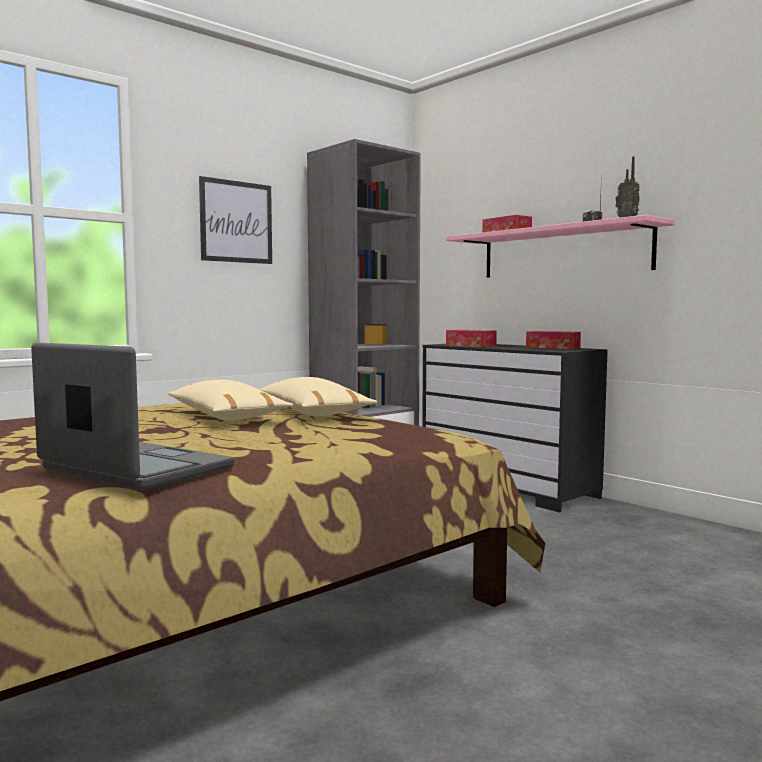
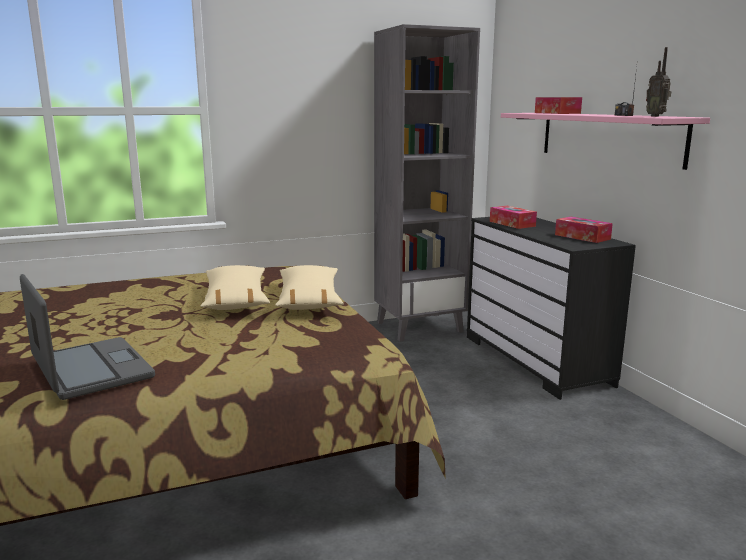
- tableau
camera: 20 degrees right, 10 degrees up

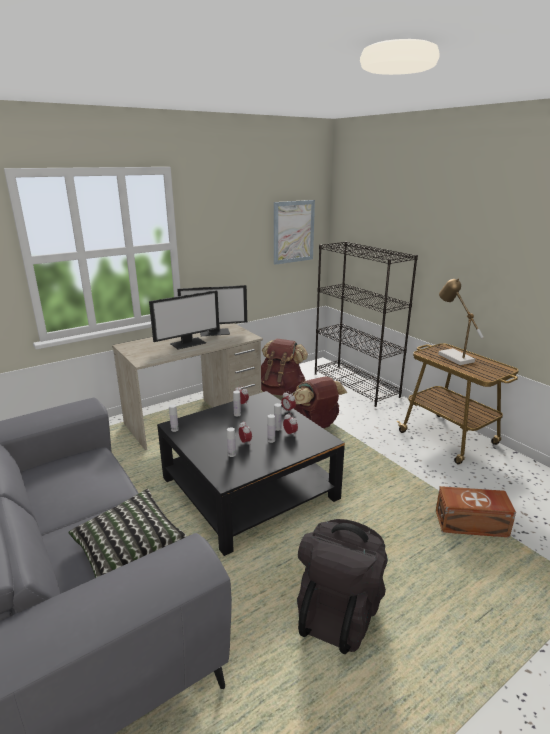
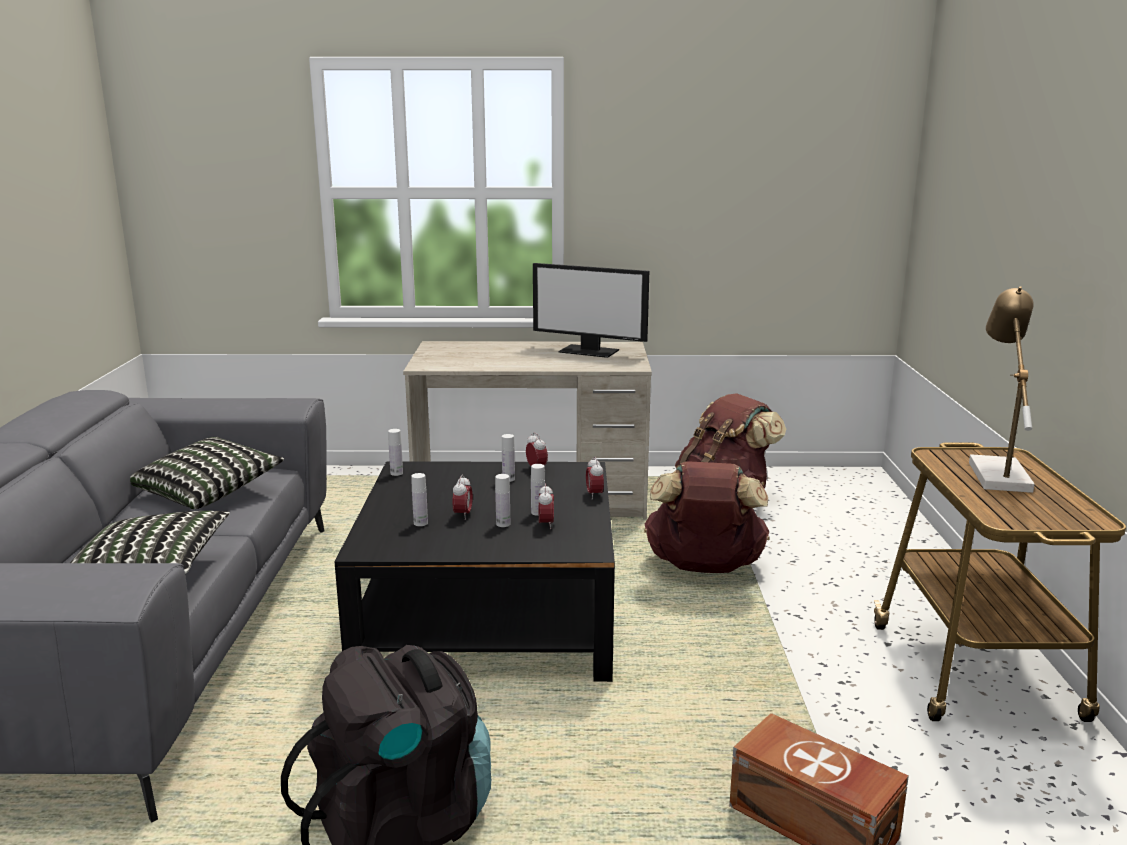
- tableau
- bibliothèque/noir
- écran d'ordinateur (no. 1 from left)
+ coussin (no. 2 from left)
camera: 35 degrees right, 5 degrees down

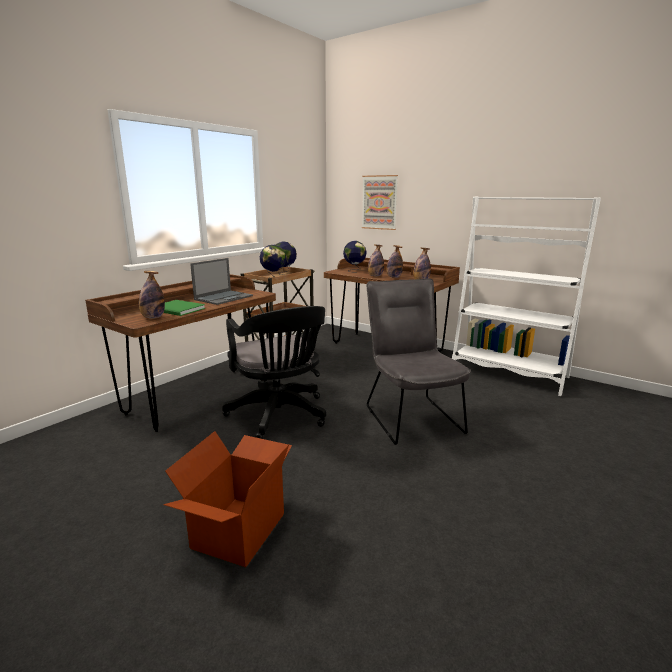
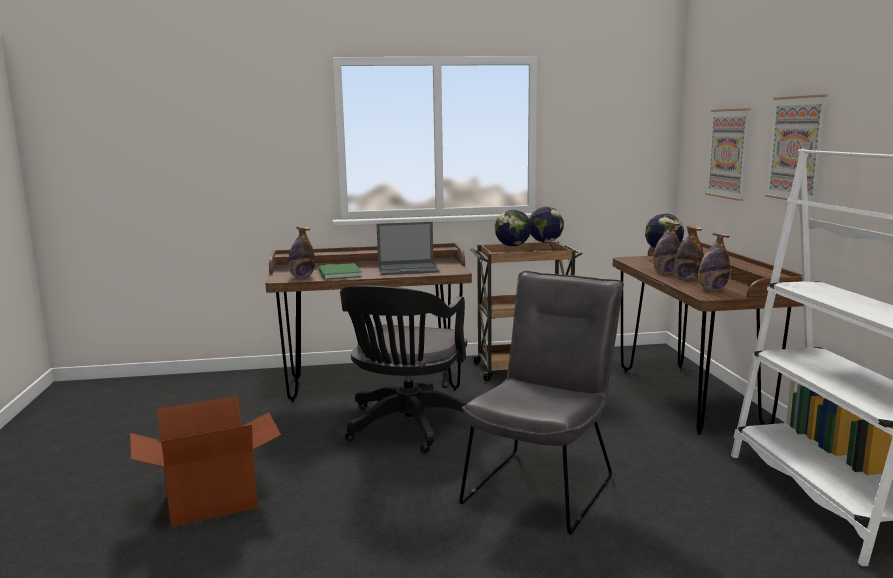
+ tableau (no. 2 from left)
camera: 45 degrees right, 5 degrees down

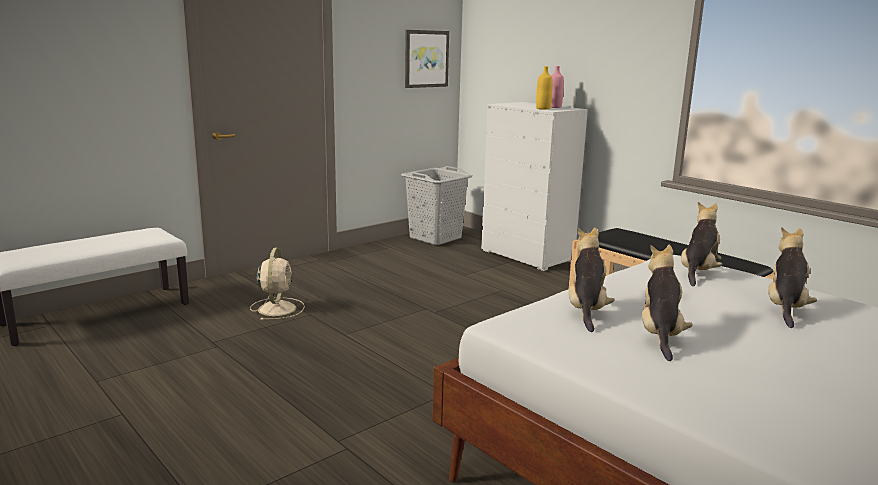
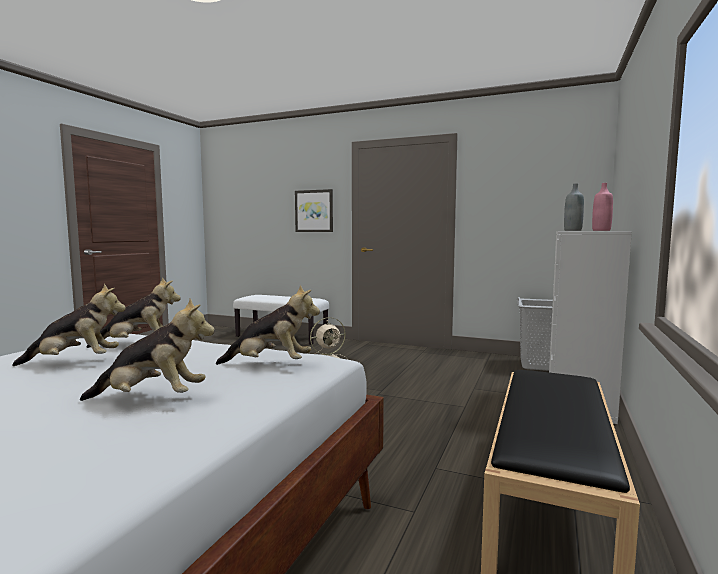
~ tableau
~ bouteille/jaune to bouteille/gris
camera: 65 degrees right, 10 degrees down

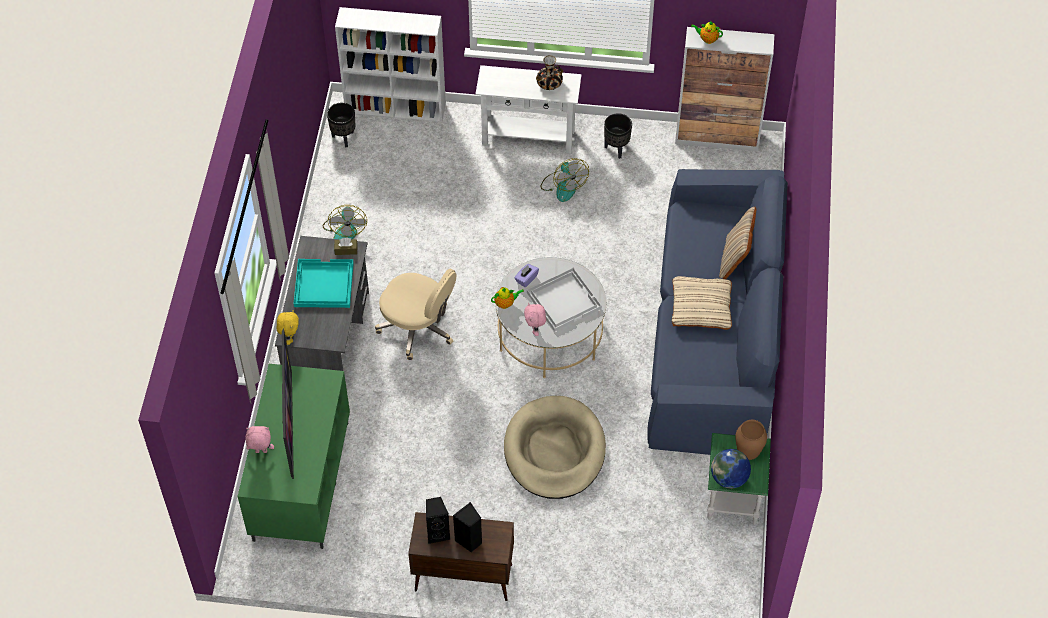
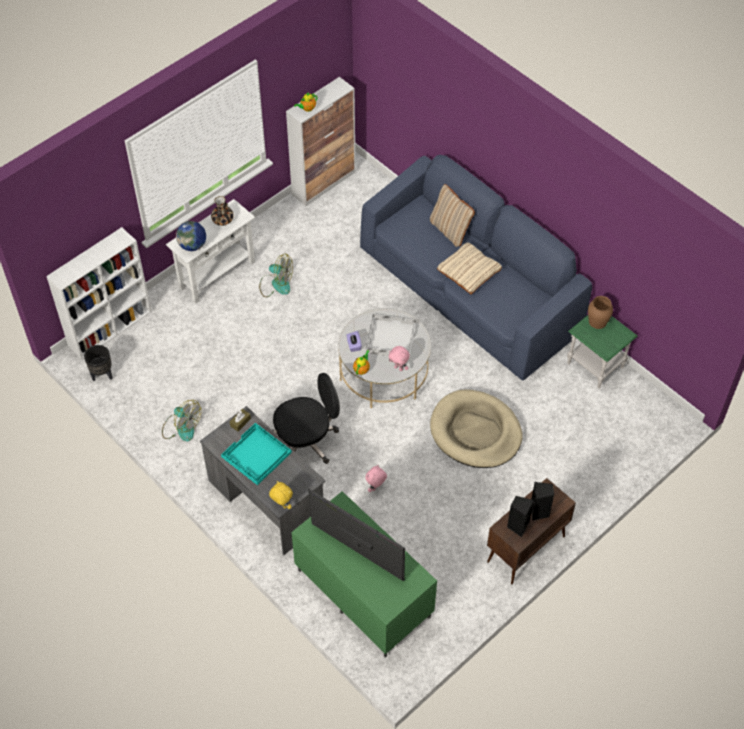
- cache-pot/noir (no. 2 from left)
~ chaise de bureau/beige to chaise de bureau/noir
~ peluche/rose (no. 1 from left)
~ globe
camera: 50 degrees left, 0 degrees up

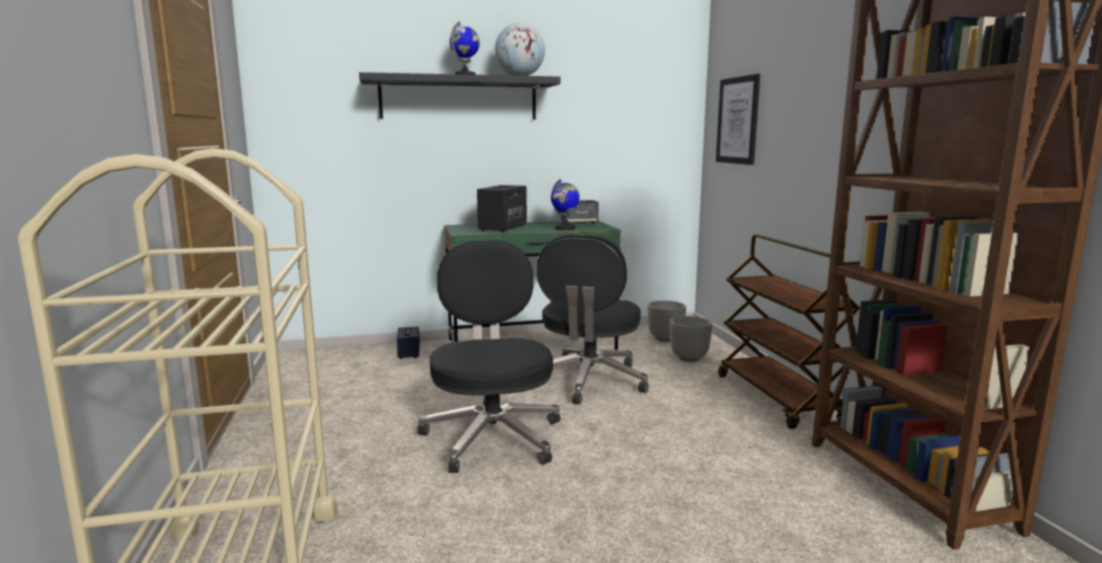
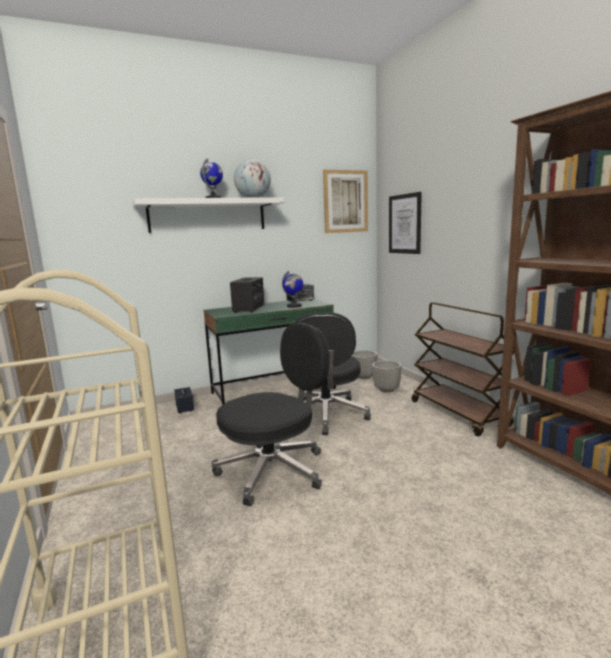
~ étagère/noir to étagère/blanc
~ chaise de bureau/noir (no. 1 from left) 75 degrees clockwise
+ tableau (no. 1 from left)
camera: 10 degrees left, 0 degrees up

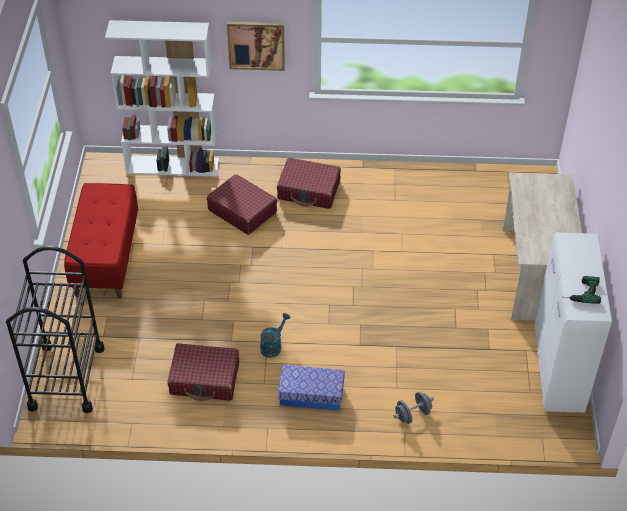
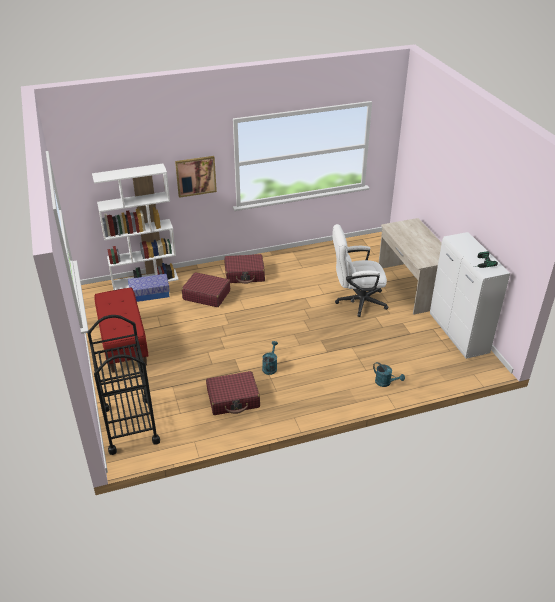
~ boîte de rangement
~ haltère/gris to arrosoir/turquoise (no. 2 from left)
+ chaise de bureau/blanc
camera: 20 degrees left, 10 degrees down

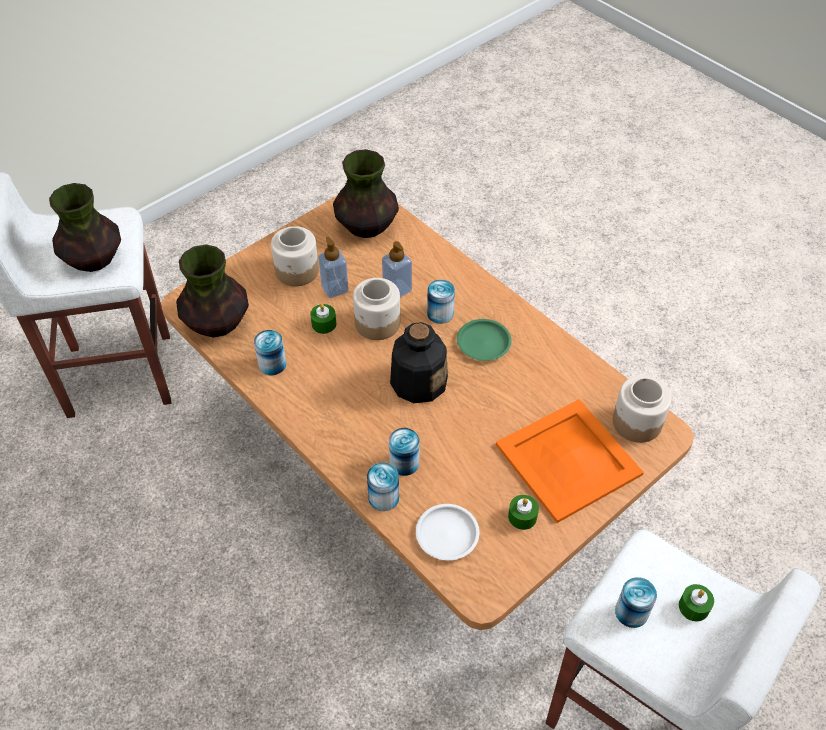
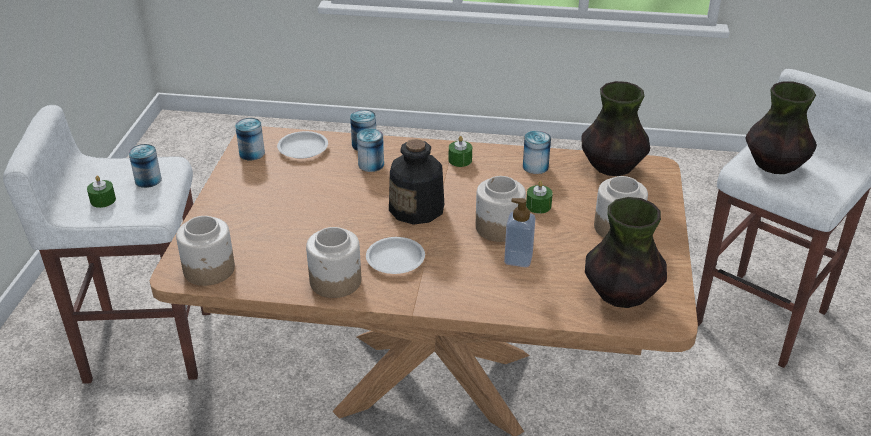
- distributeur de savon (no. 1 from left)
~ boîte métallique (no. 4 from left in the first image) to boîte métallique (no. 2 from left)
~ assiette/vert to assiette/blanc (no. 2 from left)
- plateau/orange
~ bougie/vert (no. 2 from left)
+ bocal (no. 2 from left)
camera: 140 degrees right, 15 degrees down

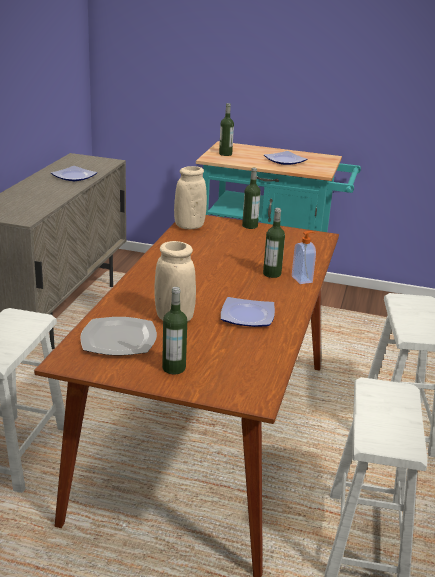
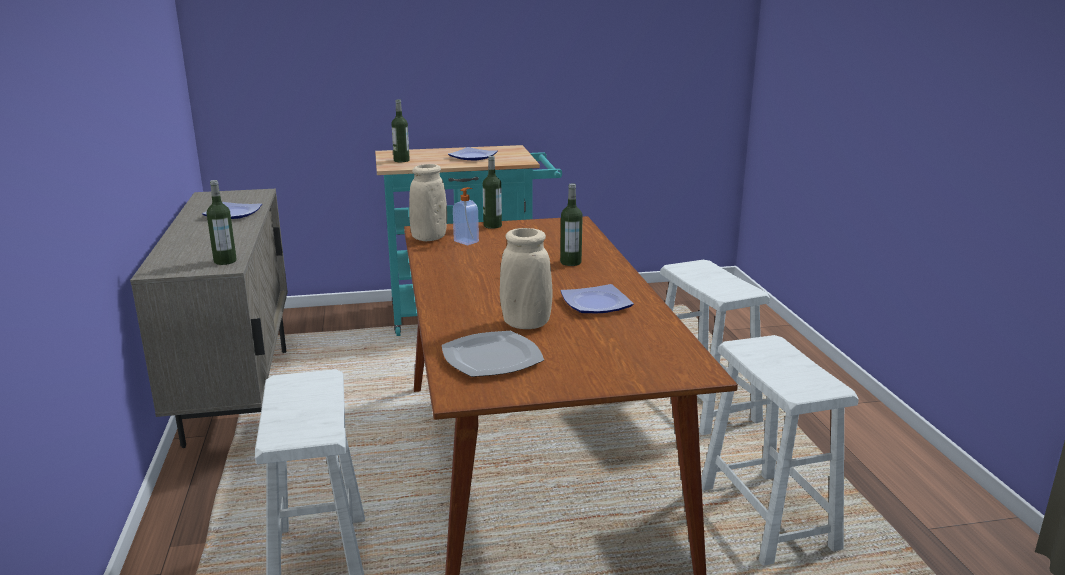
~ distributeur de savon
~ bouteille (no. 1 from left)
camera: 25 degrees left, 5 degrees down

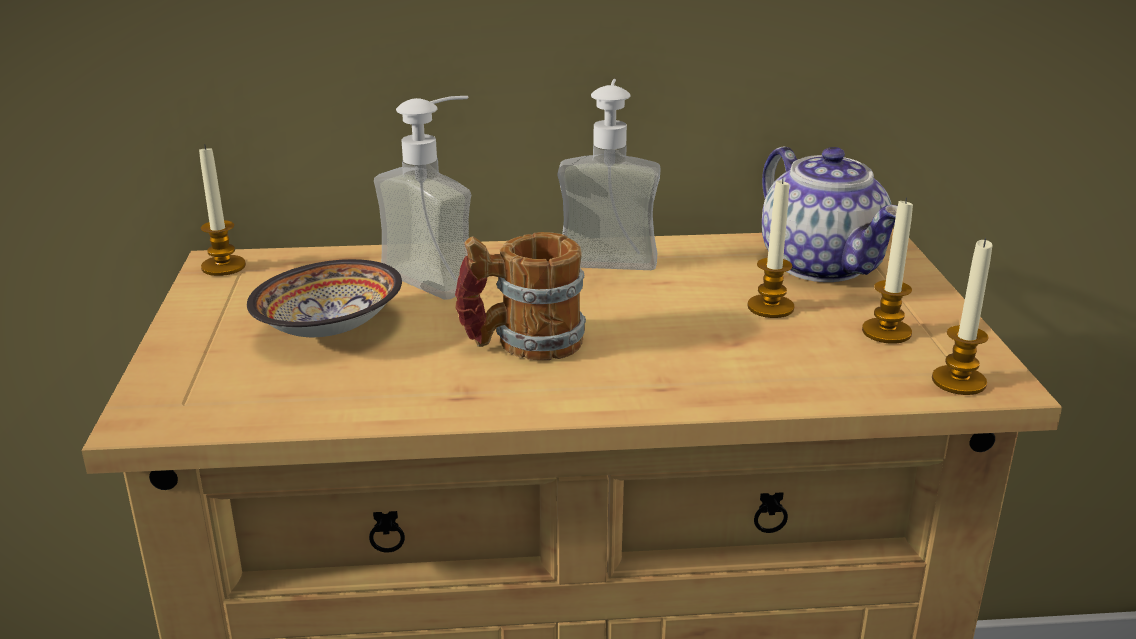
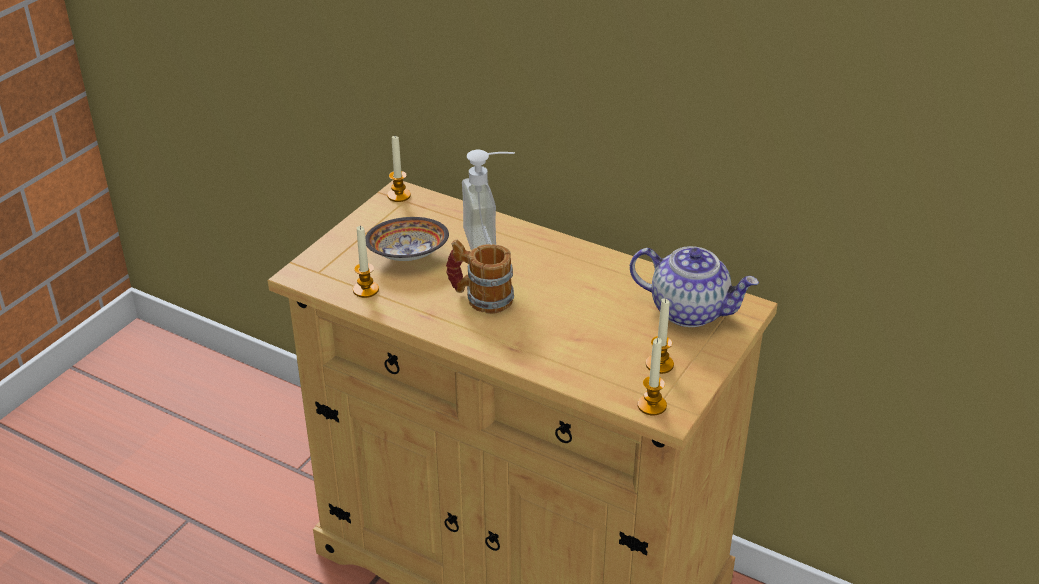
- distributeur de savon (no. 2 from left)
~ théière 75 degrees counterclockwise
~ bougie (no. 2 from left in the first image) to bougie (no. 1 from left)
camera: 35 degrees right, 10 degrees up

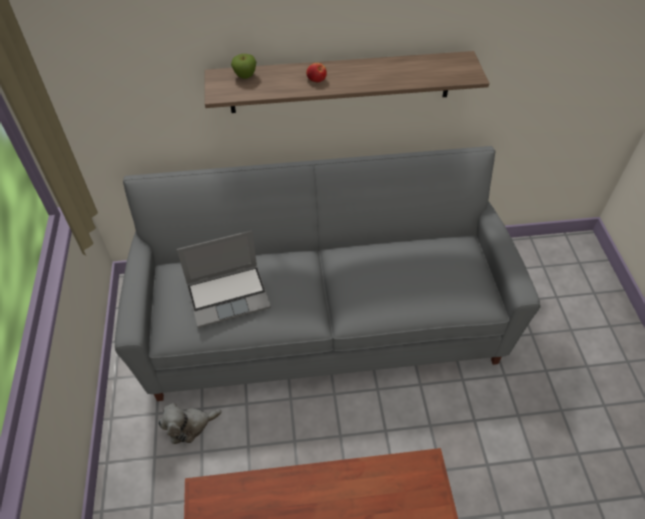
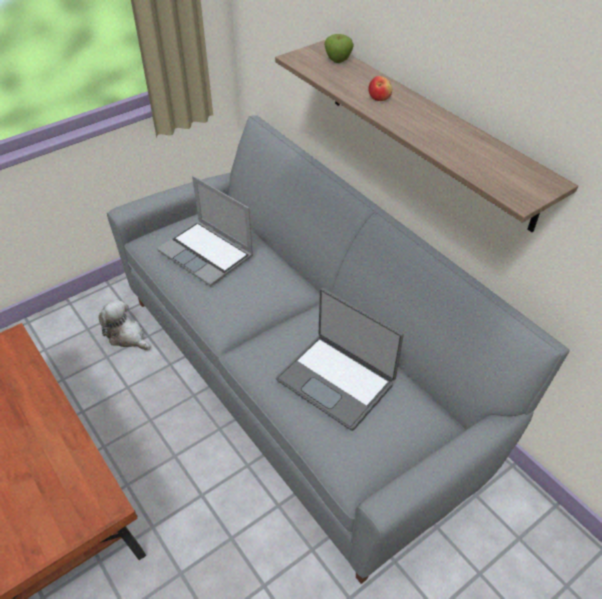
+ ordinateur portable (no. 2 from left)
camera: 60 degrees right, 5 degrees down

